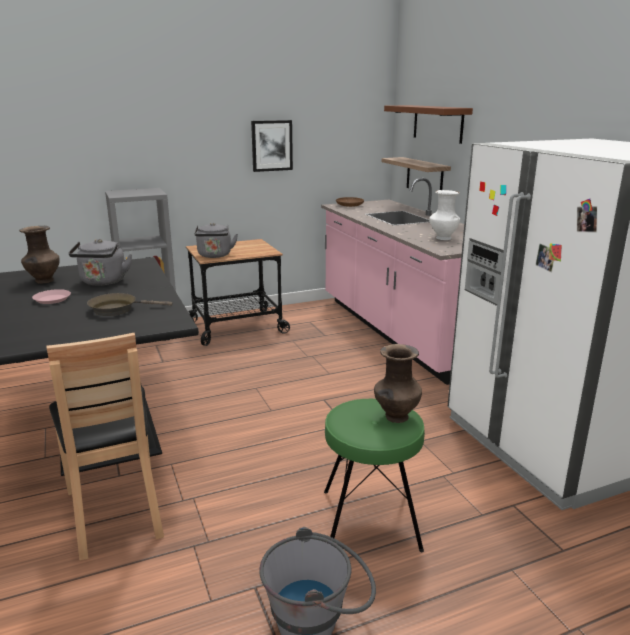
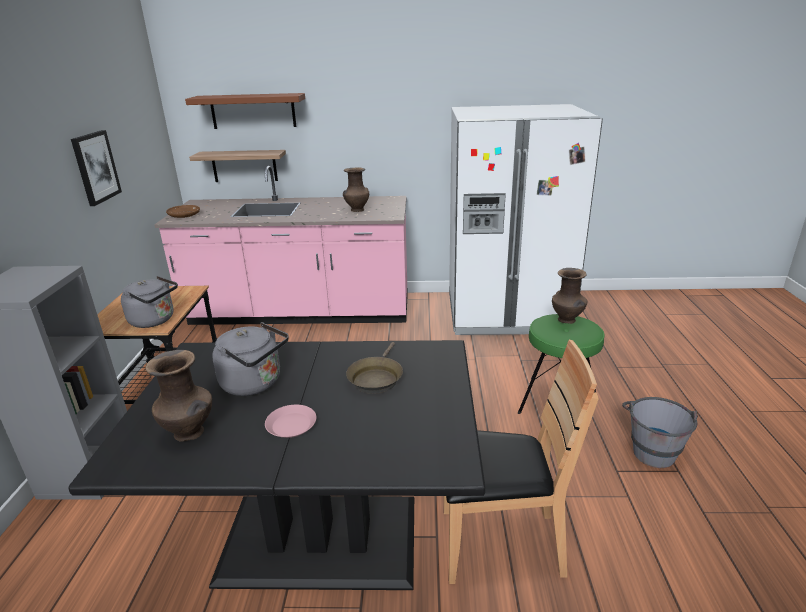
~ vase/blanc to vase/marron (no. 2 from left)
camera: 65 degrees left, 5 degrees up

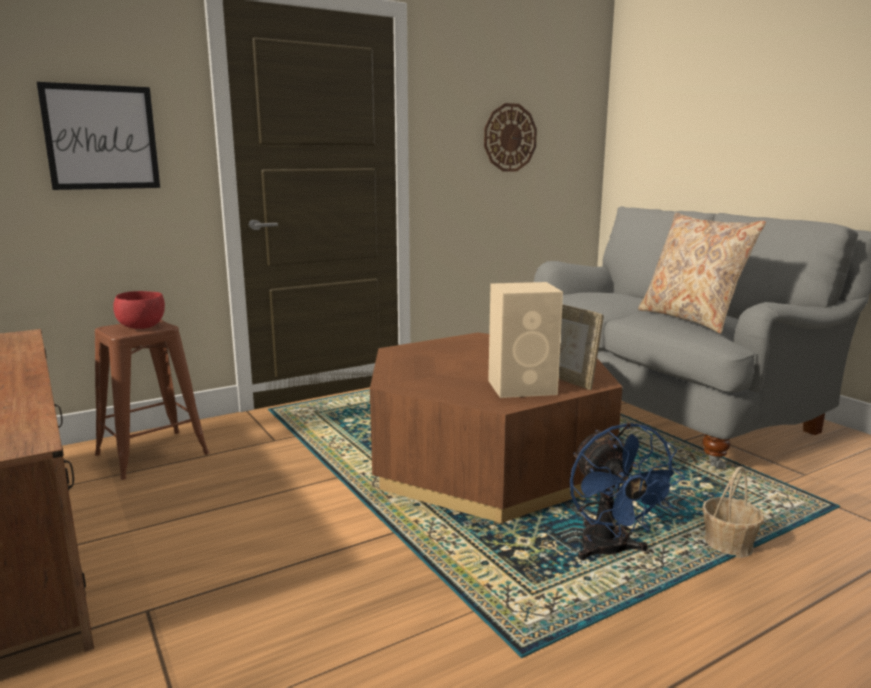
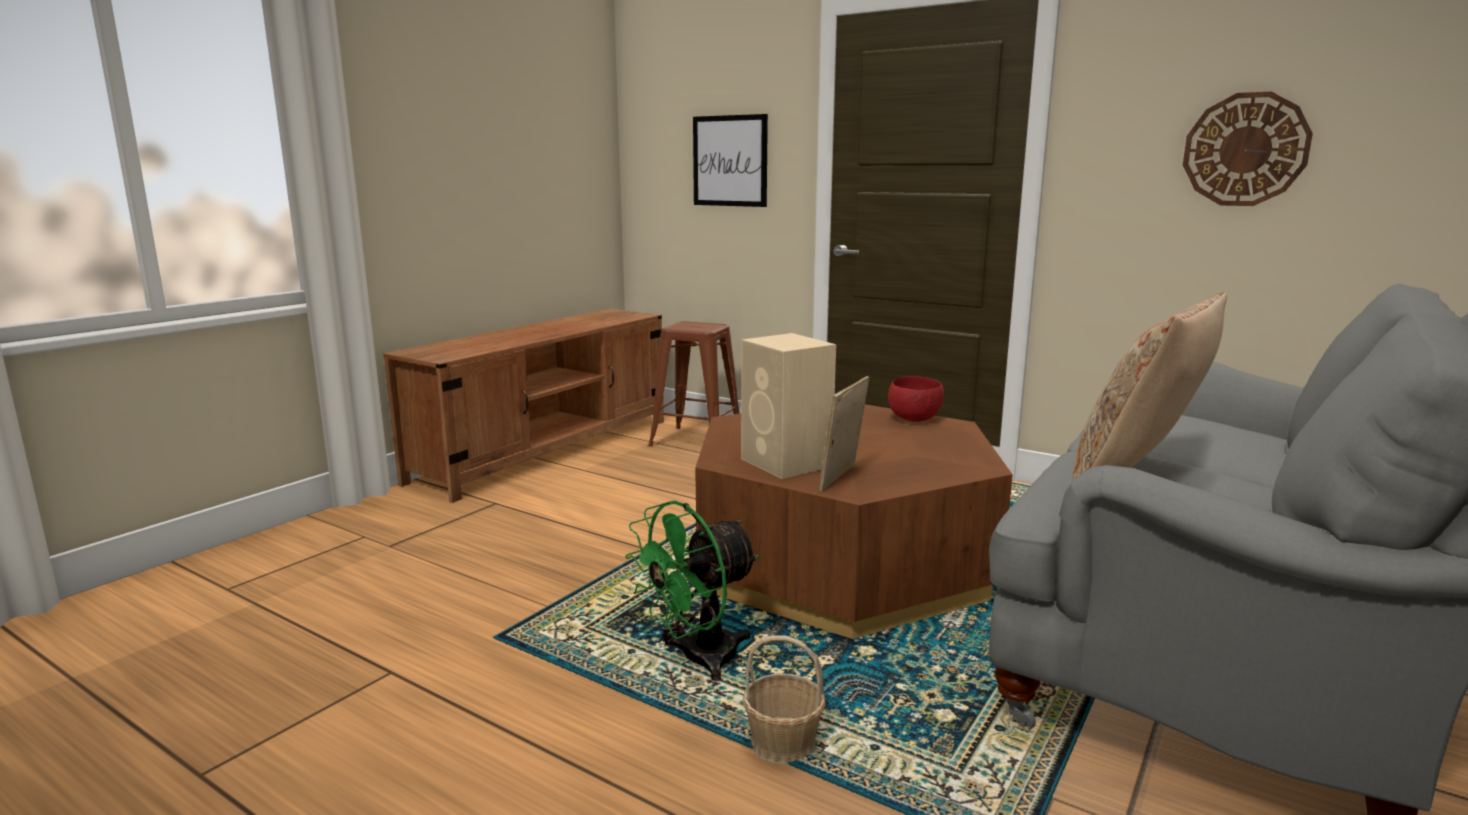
~ bol/rouge
~ ventilateur/bleu to ventilateur/vert
camera: 65 degrees right, 0 degrees up

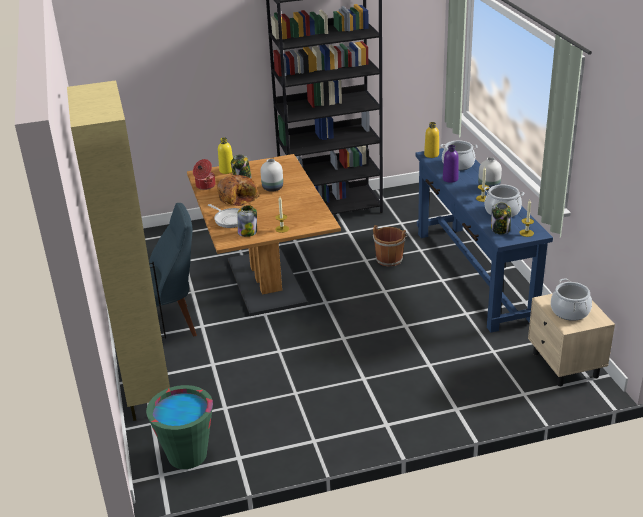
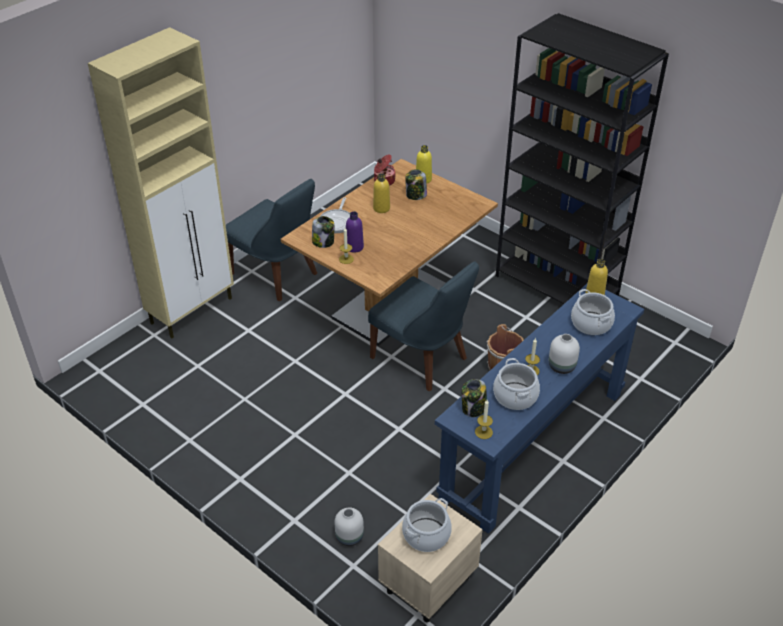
~ bouteille/violet
~ vase/blanc (no. 1 from left)
~ pain to bouteille/jaune (no. 1 from left)
- seau/vert
+ chaise/bleu (no. 2 from left)
camera: 55 degrees right, 10 degrees up

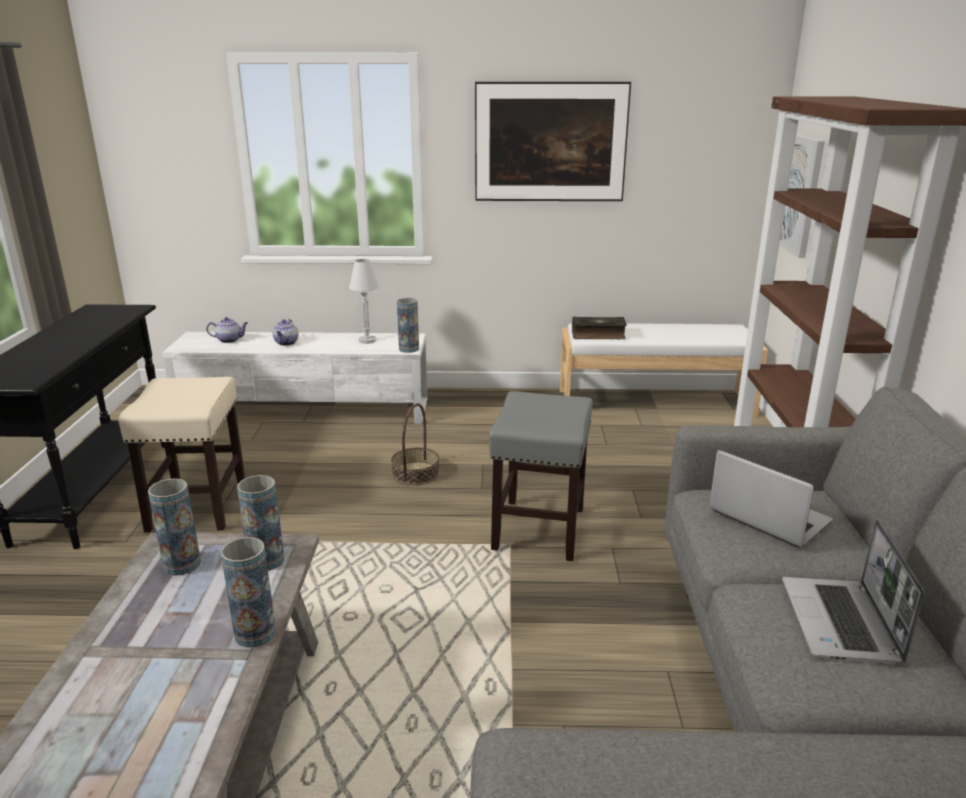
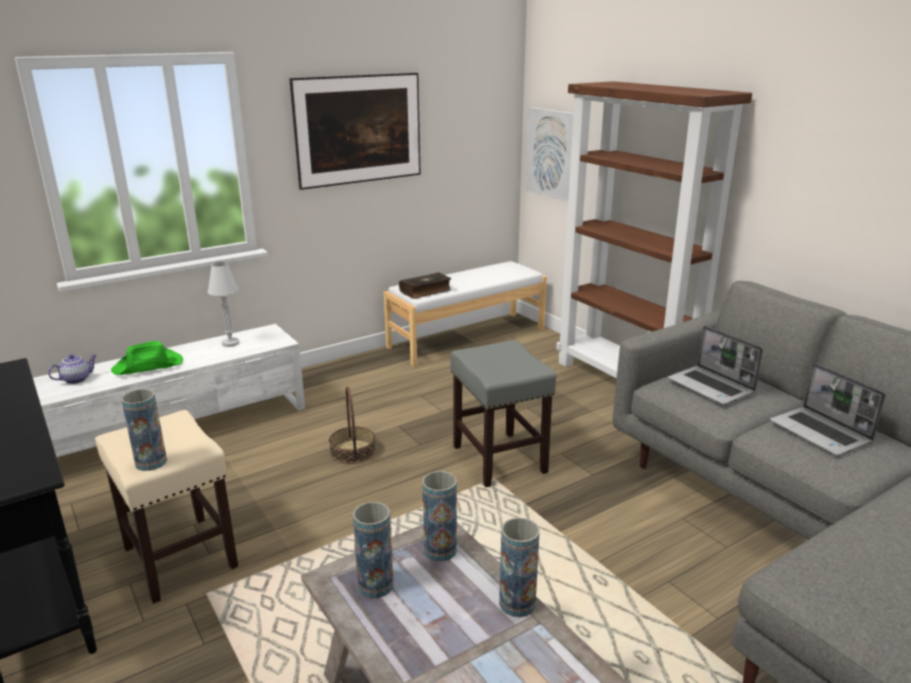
~ vase (no. 4 from left in the first image) to vase (no. 1 from left)
~ théière (no. 2 from left) to chapeau/vert
~ ordinateur portable (no. 1 from left) 135 degrees counterclockwise
camera: 35 degrees left, 0 degrees up

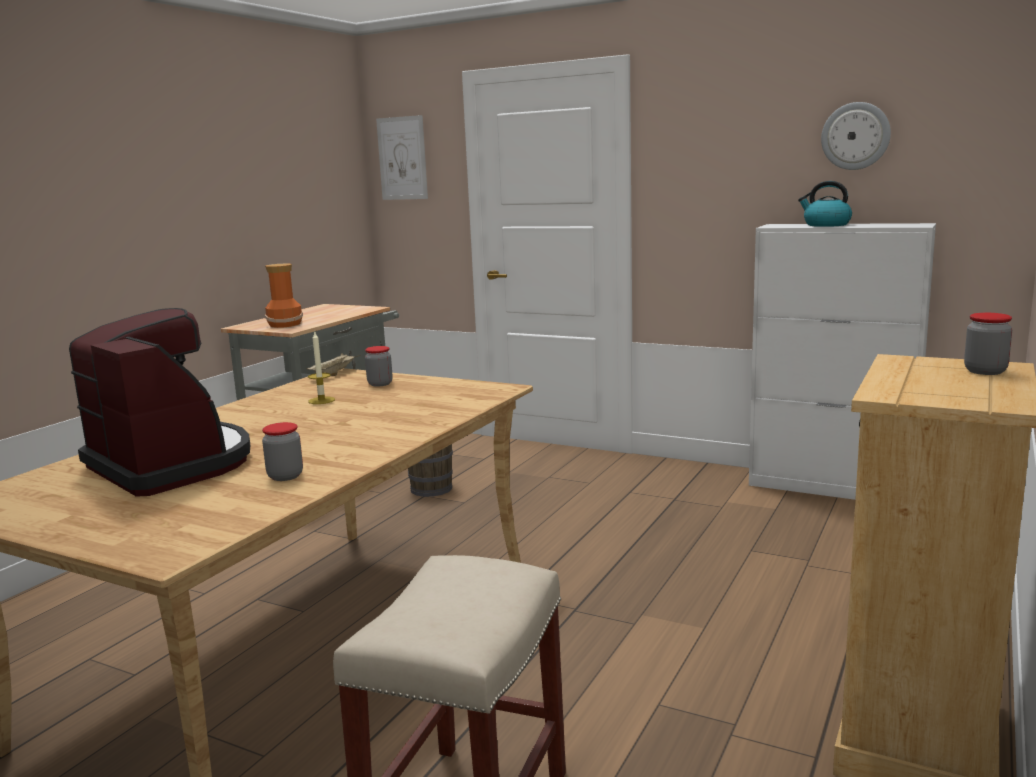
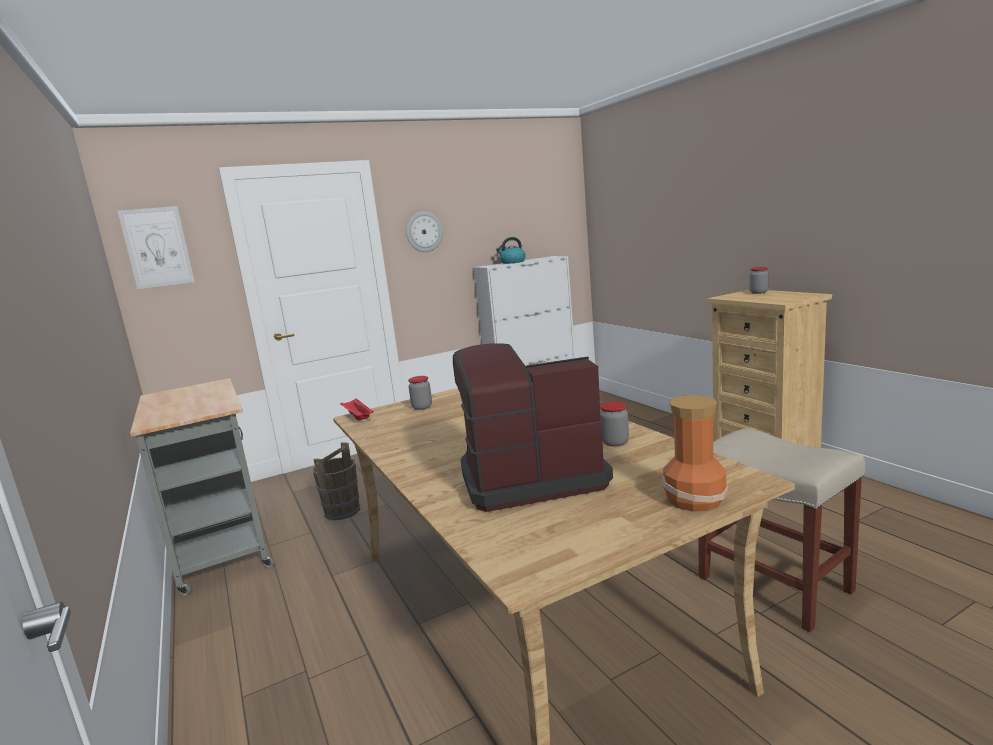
~ horloge murale
~ vase
- bougie
~ plateau/beige to plateau/rouge
camera: 55 degrees left, 0 degrees up

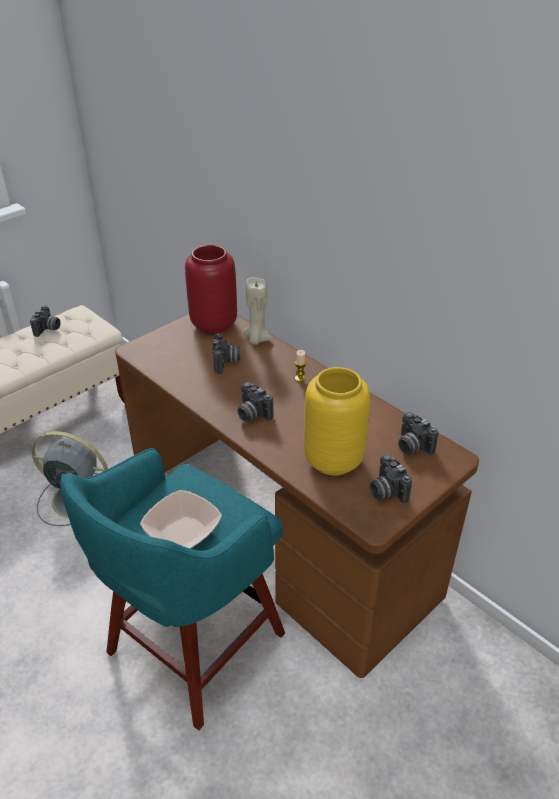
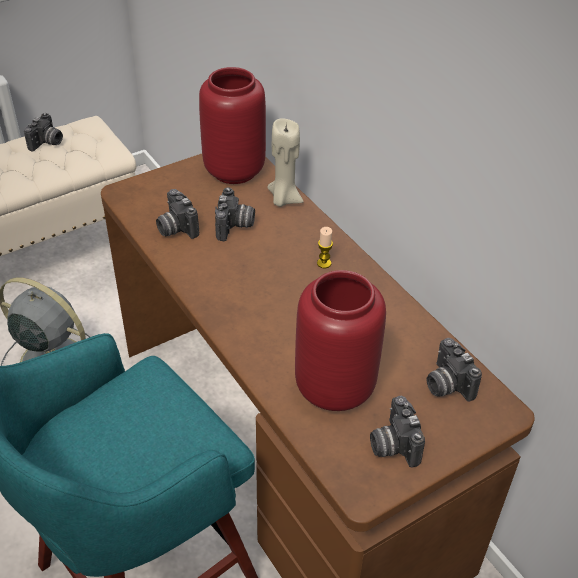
~ vase/jaune to vase/rouge (no. 2 from left)
~ appareil photo (no. 3 from left in the first image) to appareil photo (no. 2 from left)
- bol
camera: 10 degrees right, 5 degrees up

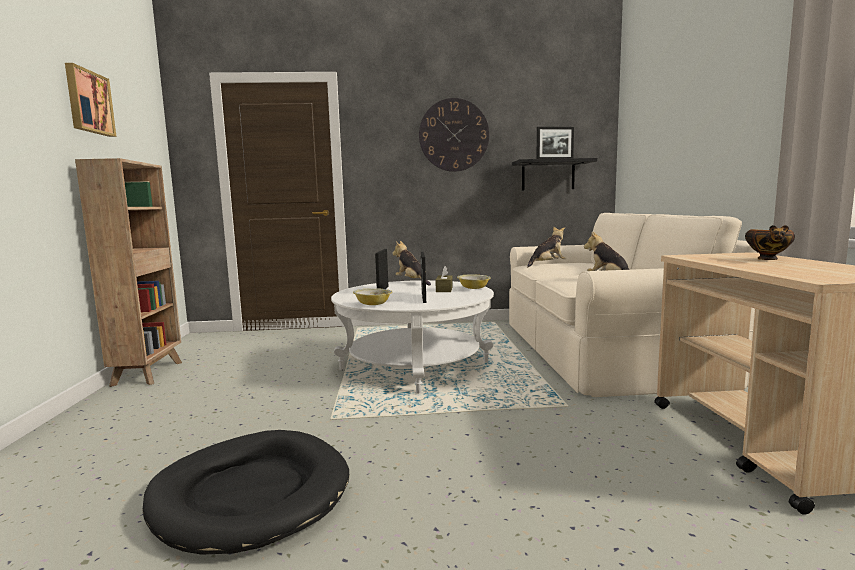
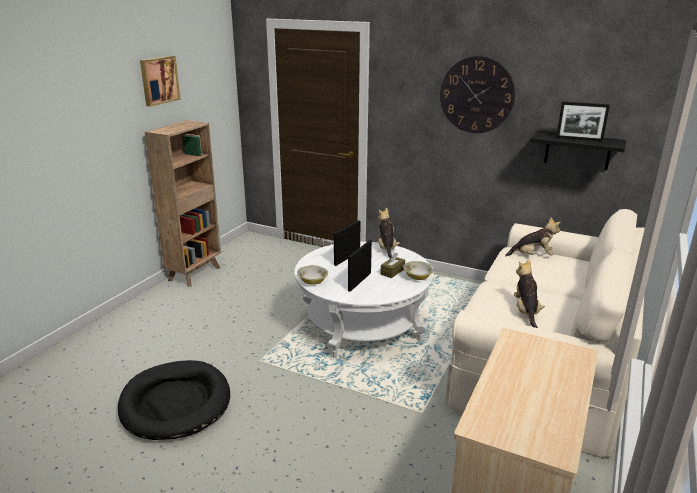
- bol (no. 3 from left)
camera: 30 degrees right, 15 degrees up

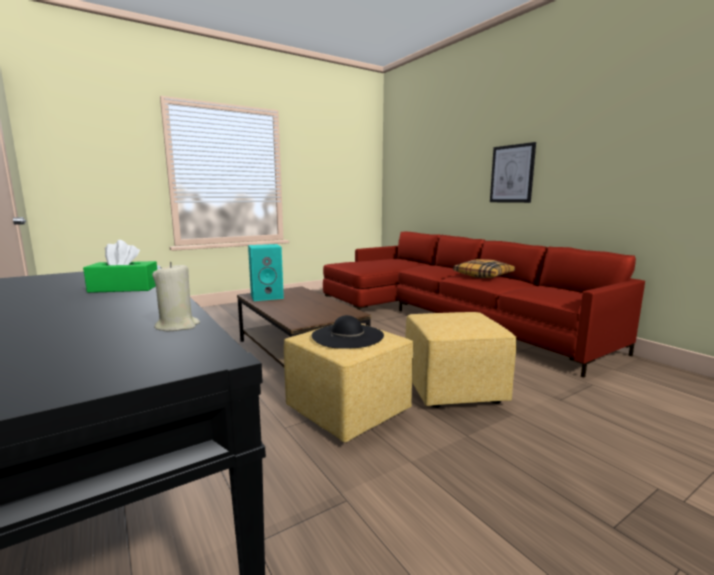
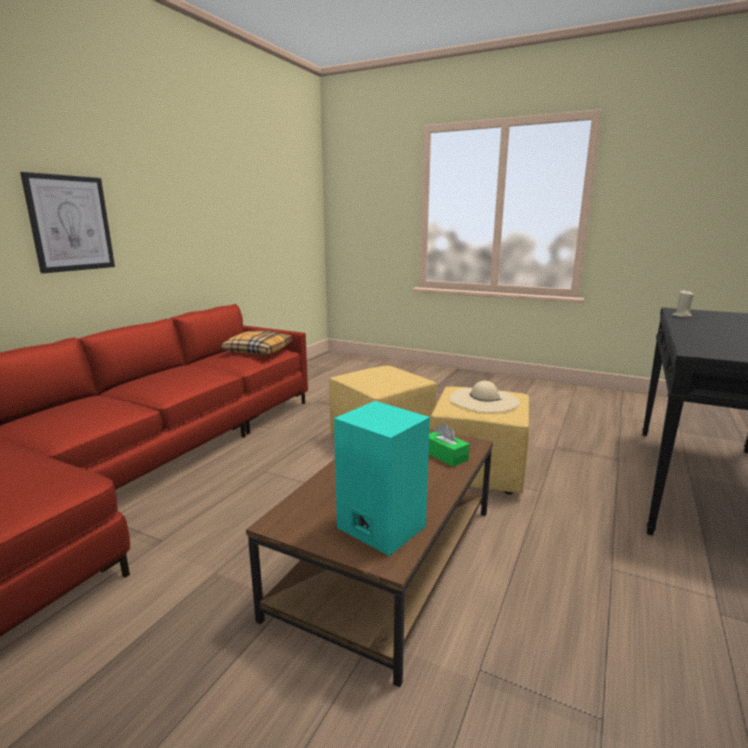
~ boîte à mouchoirs/vert
~ coussin
~ chapeau/noir to chapeau/beige
camera: 120 degrees left, 5 degrees up

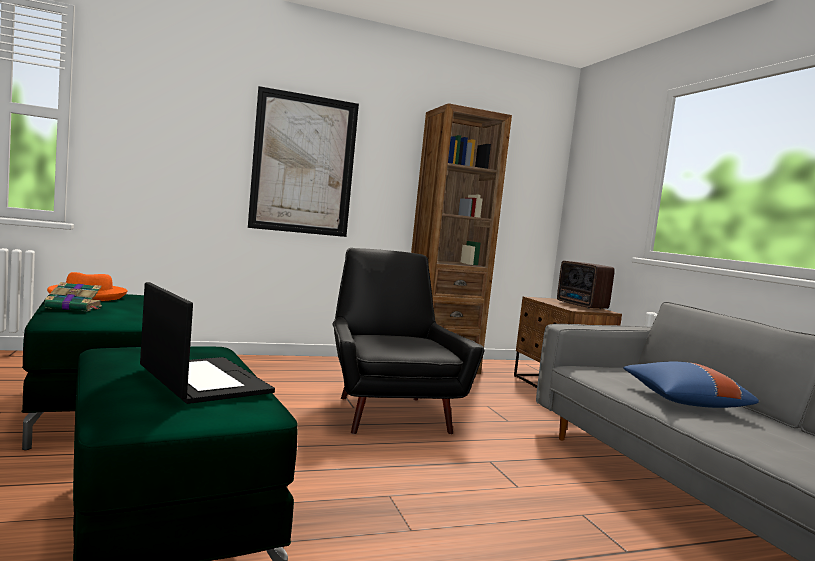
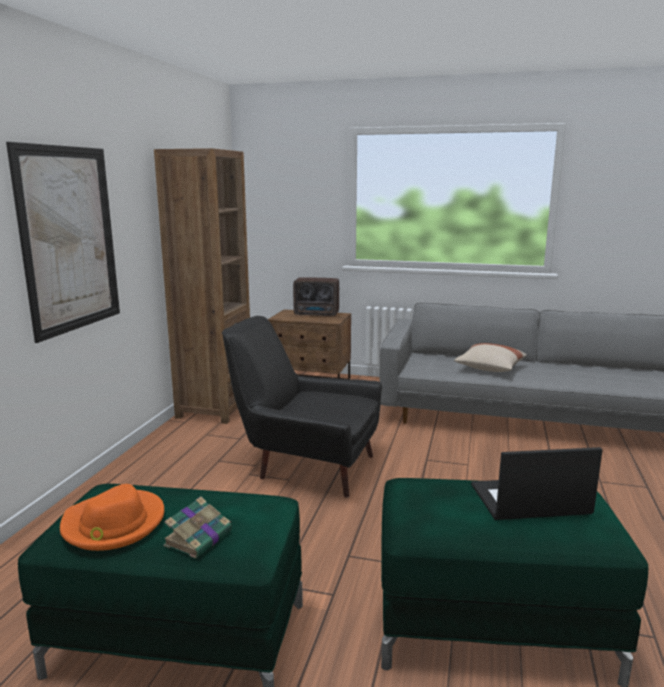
~ coussin/bleu to coussin/beige
camera: 55 degrees left, 10 degrees up

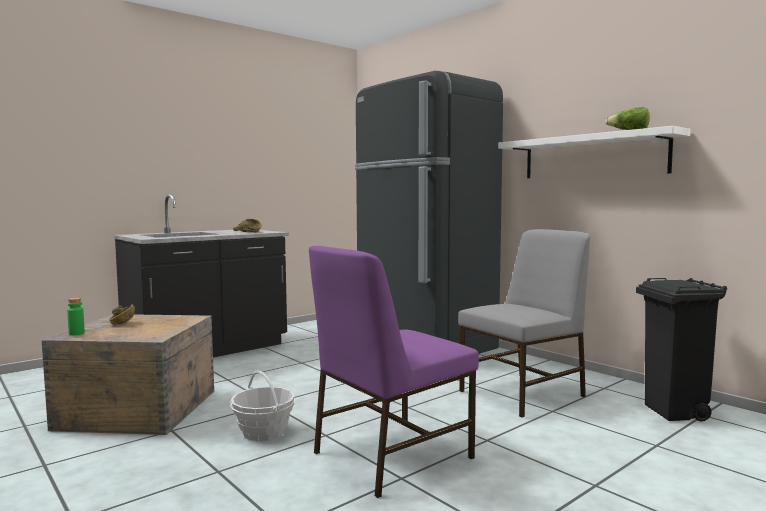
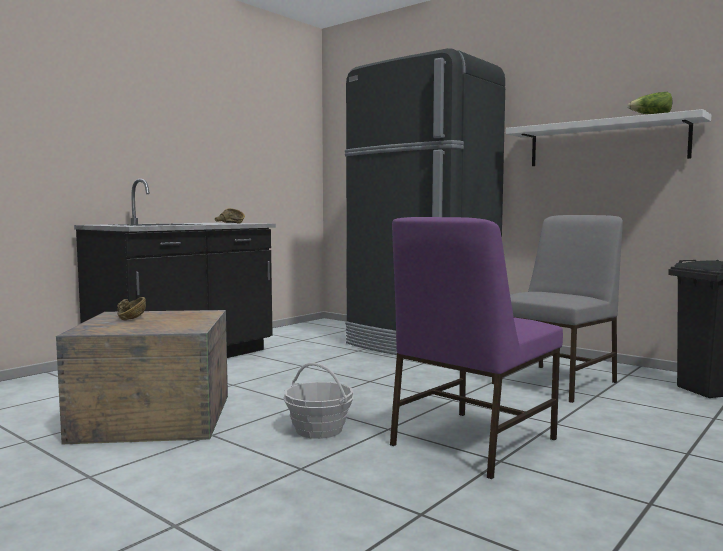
- bouteille/vert
camera: 10 degrees left, 0 degrees up

